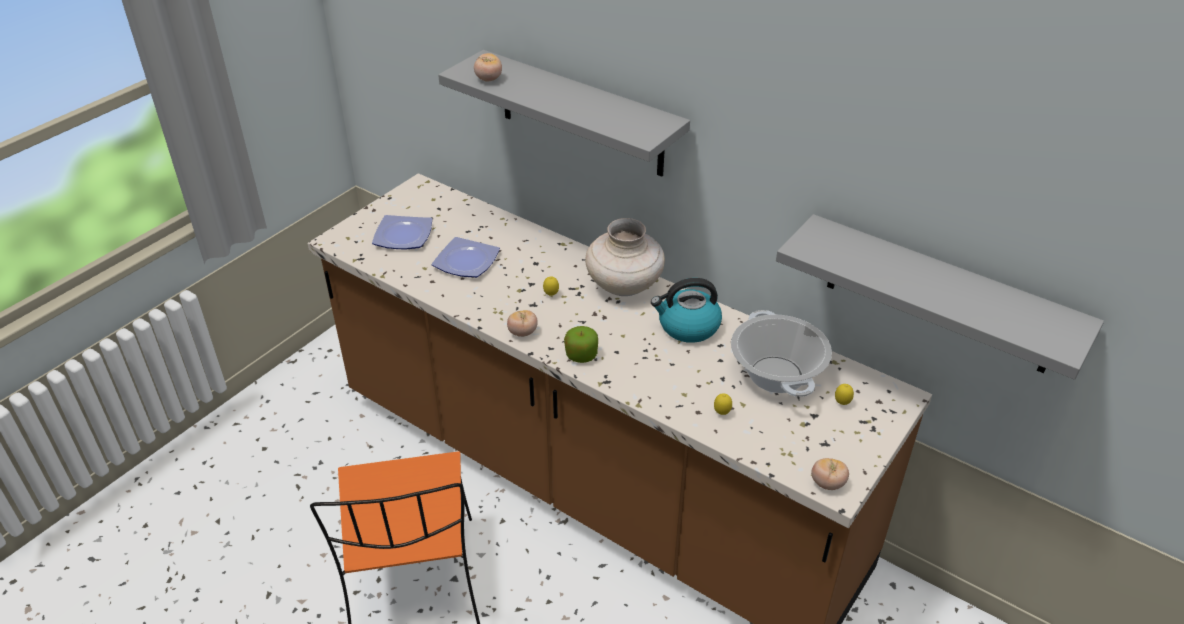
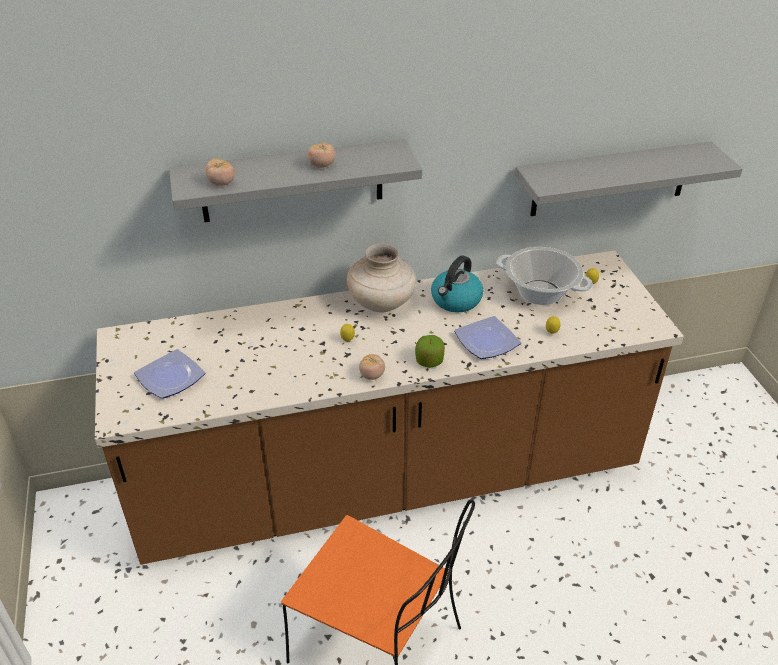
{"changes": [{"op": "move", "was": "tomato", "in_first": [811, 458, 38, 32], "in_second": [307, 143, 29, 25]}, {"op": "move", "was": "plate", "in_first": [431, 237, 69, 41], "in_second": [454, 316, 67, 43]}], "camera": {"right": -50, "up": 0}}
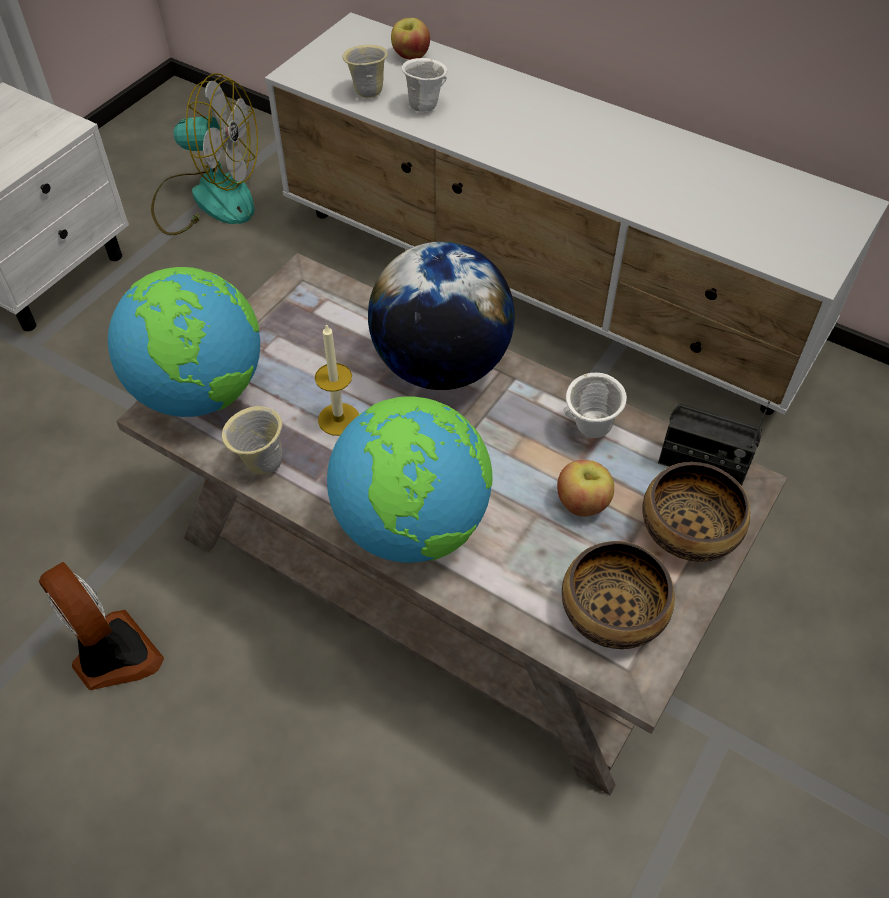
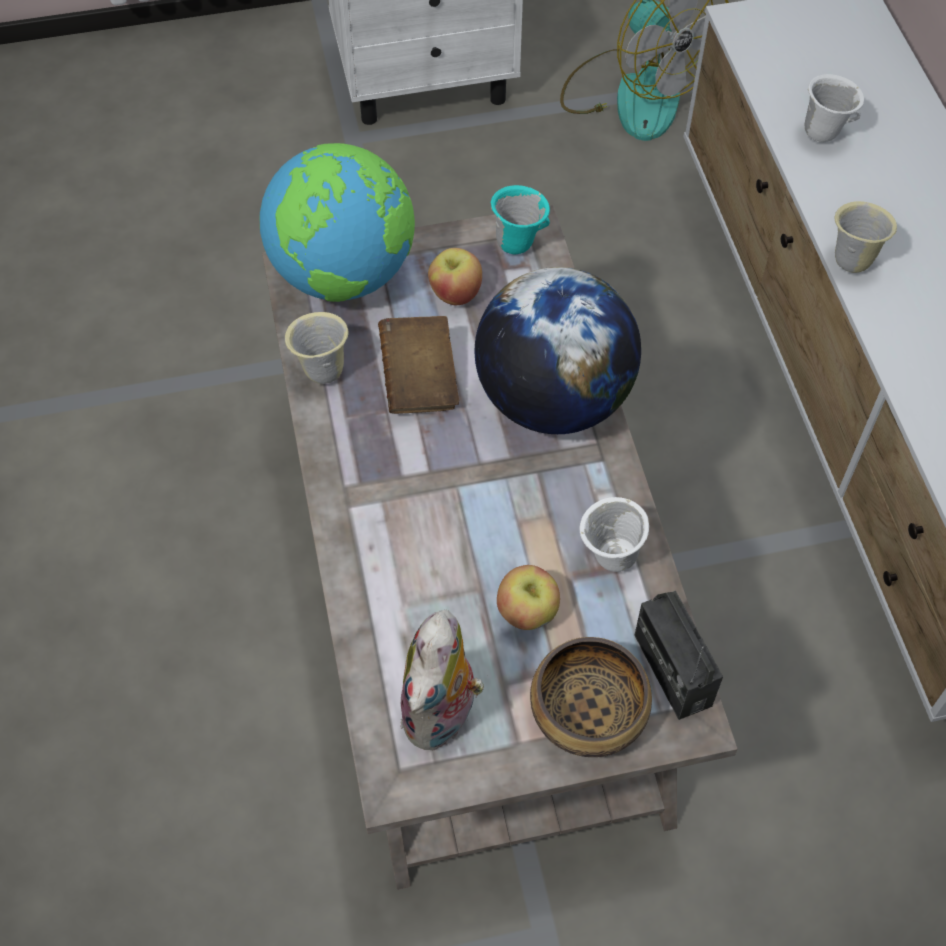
{"changes": [{"op": "replace", "was": "candle", "now": "brown book", "in_first": [315, 323, 44, 113], "in_second": [378, 316, 81, 98]}, {"op": "replace", "was": "bowl", "now": "plush toy", "in_first": [562, 541, 113, 108], "in_second": [400, 610, 84, 141]}, {"op": "move", "was": "apple", "in_first": [391, 18, 39, 42], "in_second": [428, 248, 54, 57]}, {"op": "insert", "now": "turquoise mug", "in_second": [491, 185, 59, 70]}, {"op": "move", "was": "beige mug", "in_first": [342, 45, 46, 53], "in_second": [834, 201, 63, 72]}, {"op": "delete", "was": "fan", "in_first": [39, 562, 125, 128]}, {"op": "delete", "was": "globe", "in_first": [327, 396, 166, 167]}], "camera": {"right": 45, "up": 5}}
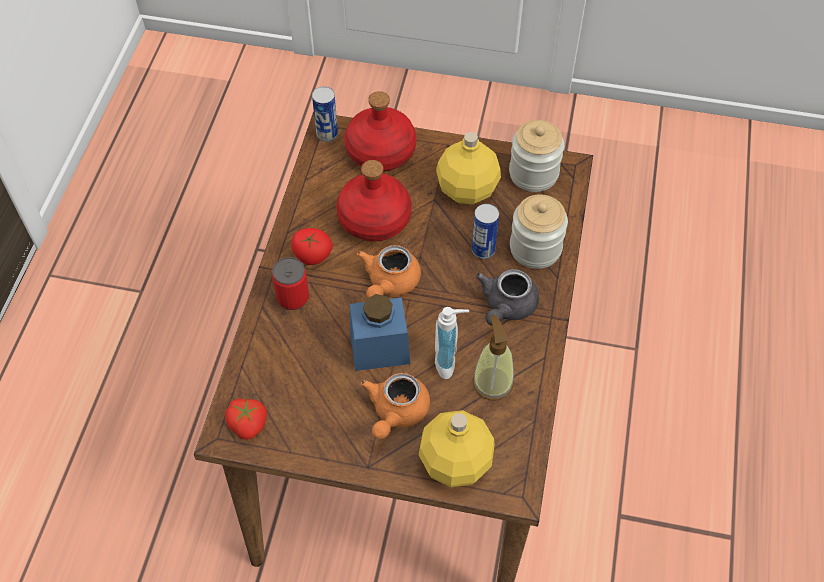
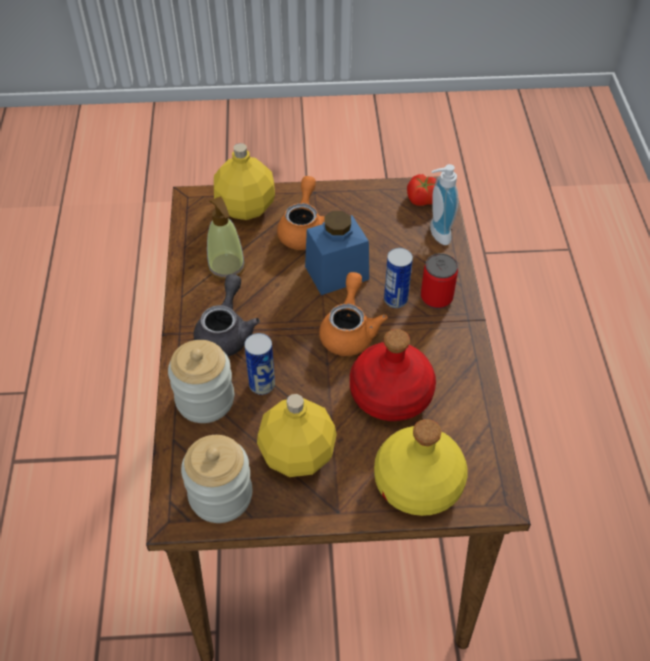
{"changes": [{"op": "recolor", "was": "red bottle", "now": "yellow bottle", "in_first": [344, 91, 72, 81], "in_second": [374, 419, 94, 97]}, {"op": "move", "was": "can", "in_first": [312, 87, 26, 55], "in_second": [384, 248, 29, 60]}, {"op": "move", "was": "soap dispenser", "in_first": [435, 307, 34, 72], "in_second": [430, 164, 28, 81]}, {"op": "delete", "was": "tomato", "in_first": [291, 228, 42, 37]}], "camera": {"right": 165, "up": -5}}
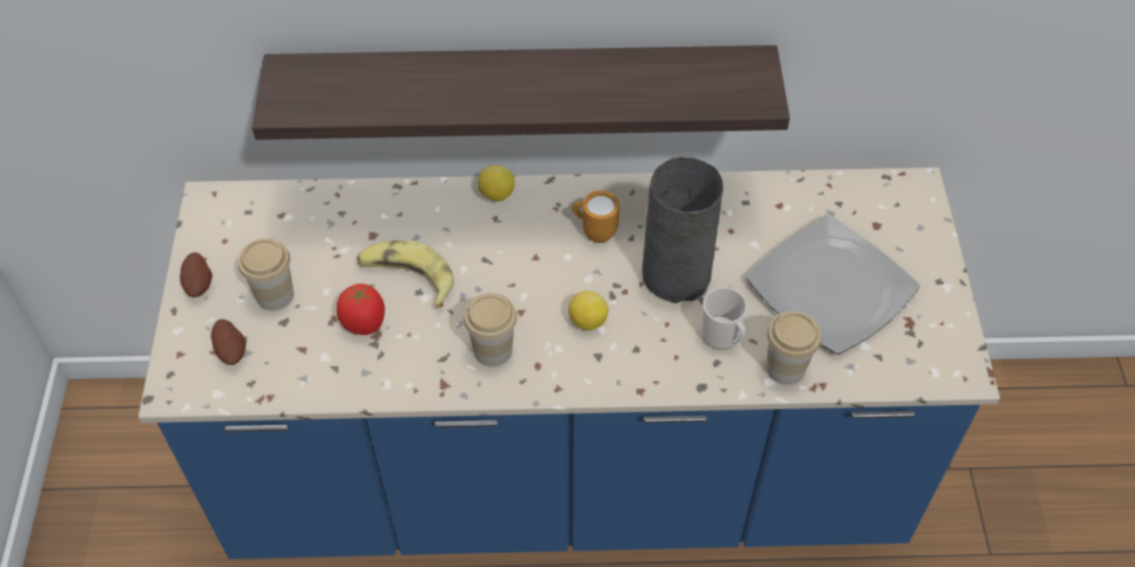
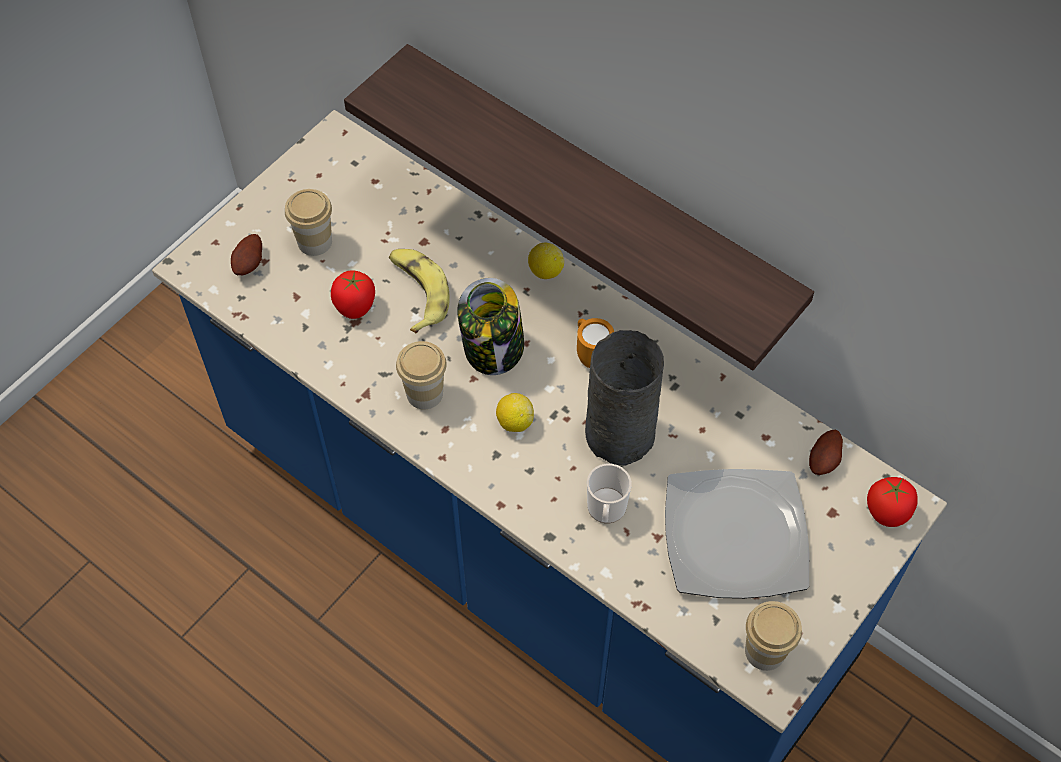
{"changes": [{"op": "insert", "now": "jar", "in_second": [457, 278, 67, 97]}, {"op": "move", "was": "cup", "in_first": [766, 311, 55, 74], "in_second": [745, 601, 57, 70]}, {"op": "move", "was": "potato", "in_first": [180, 252, 32, 45], "in_second": [809, 430, 34, 45]}, {"op": "insert", "now": "tomato", "in_second": [867, 477, 51, 50]}], "camera": {"right": 40, "up": 5}}
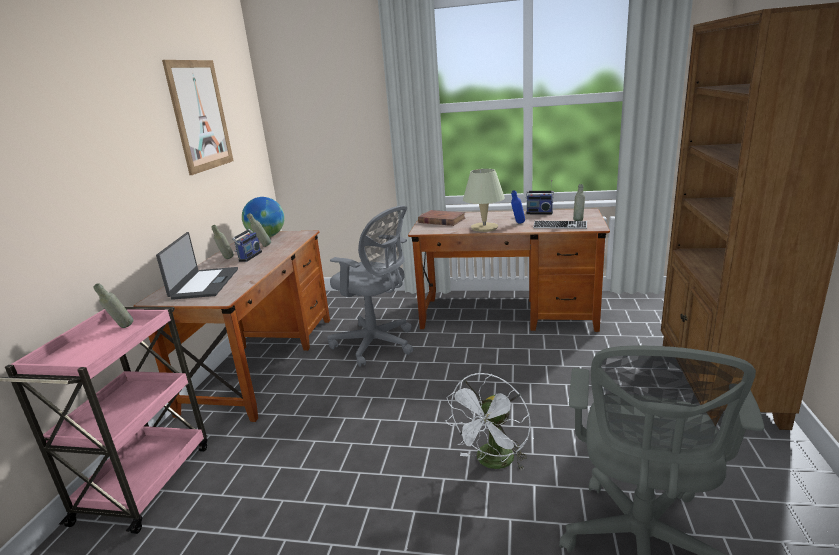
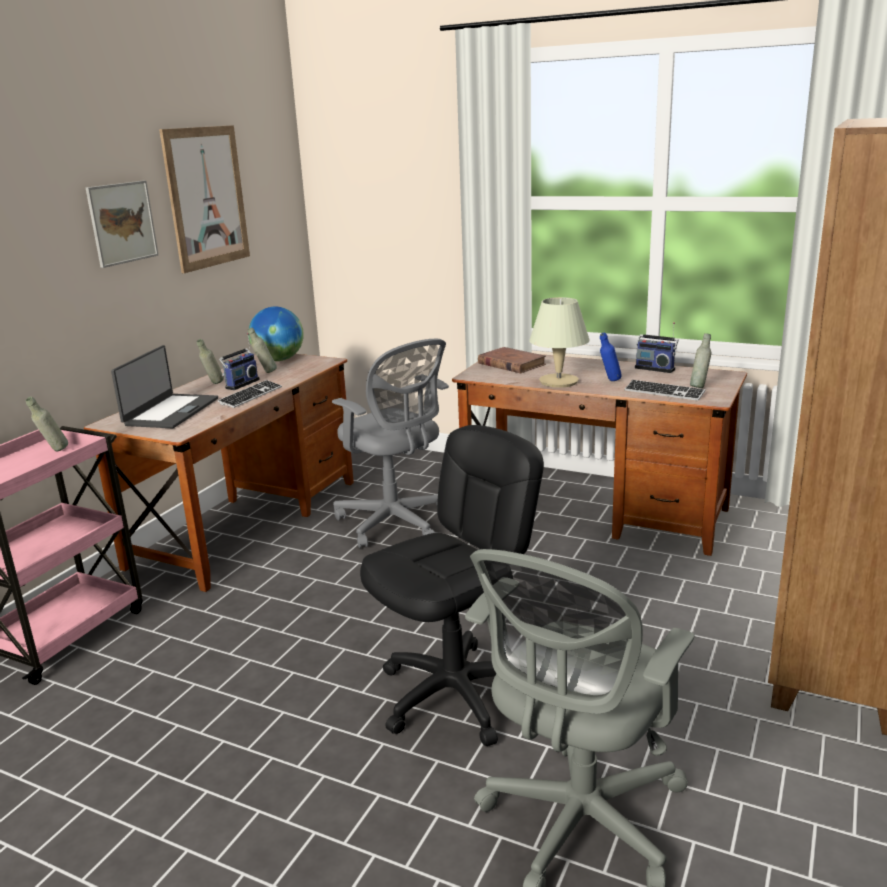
{"changes": [{"op": "insert", "now": "picture", "in_second": [86, 180, 72, 88]}, {"op": "insert", "now": "keyboard", "in_second": [218, 380, 64, 28]}, {"op": "replace", "was": "white fan", "now": "black office chair", "in_first": [445, 373, 86, 98], "in_second": [360, 425, 184, 321]}], "camera": {"right": 15, "up": 0}}
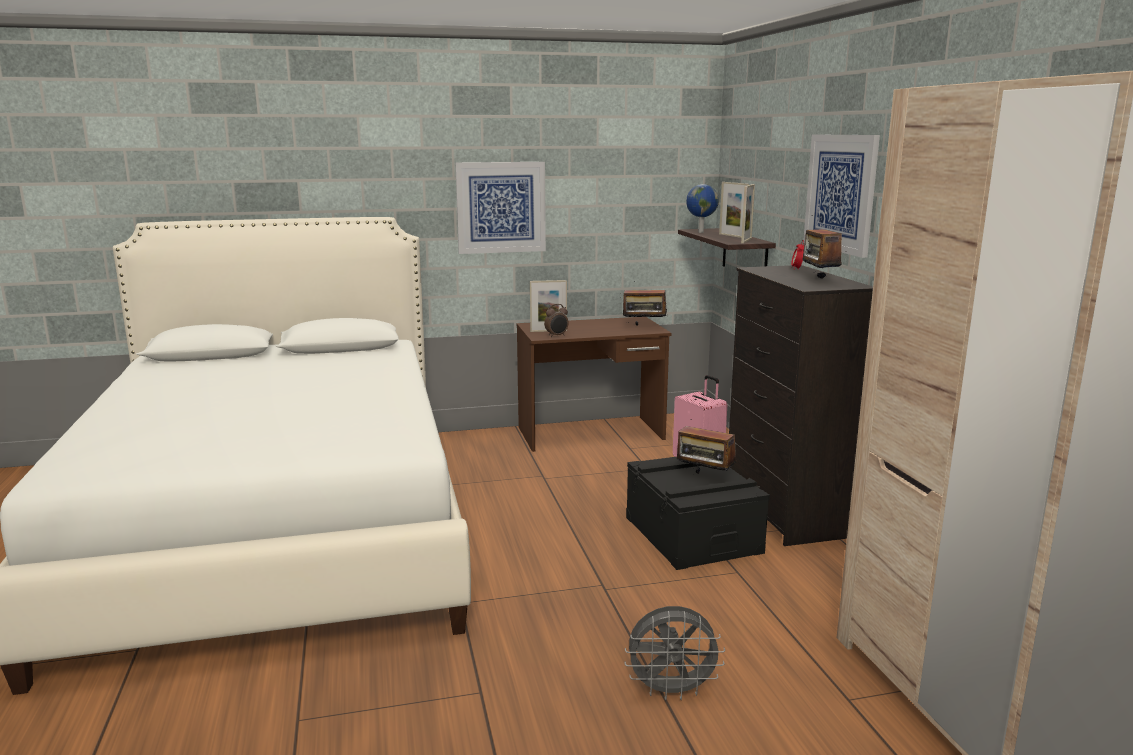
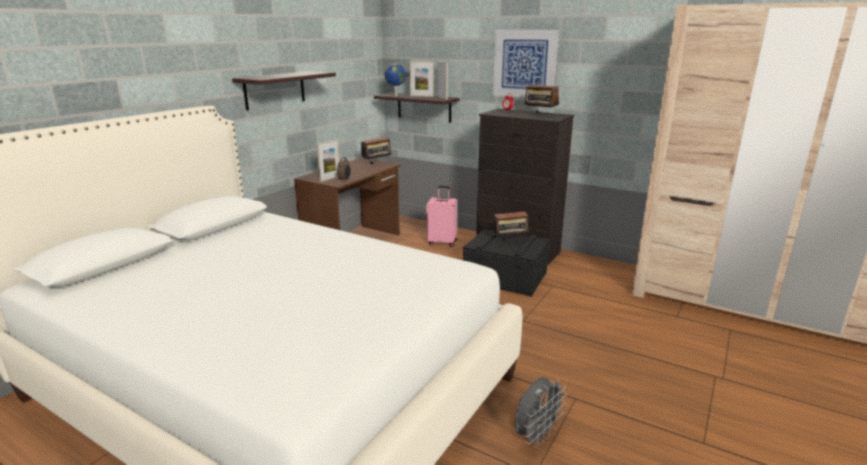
{"changes": [{"op": "replace", "was": "picture", "now": "shelf", "in_first": [455, 162, 91, 92], "in_second": [232, 71, 104, 39]}, {"op": "move", "was": "grey fan", "in_first": [624, 606, 101, 94], "in_second": [515, 377, 52, 71]}], "camera": {"right": -45, "up": 5}}
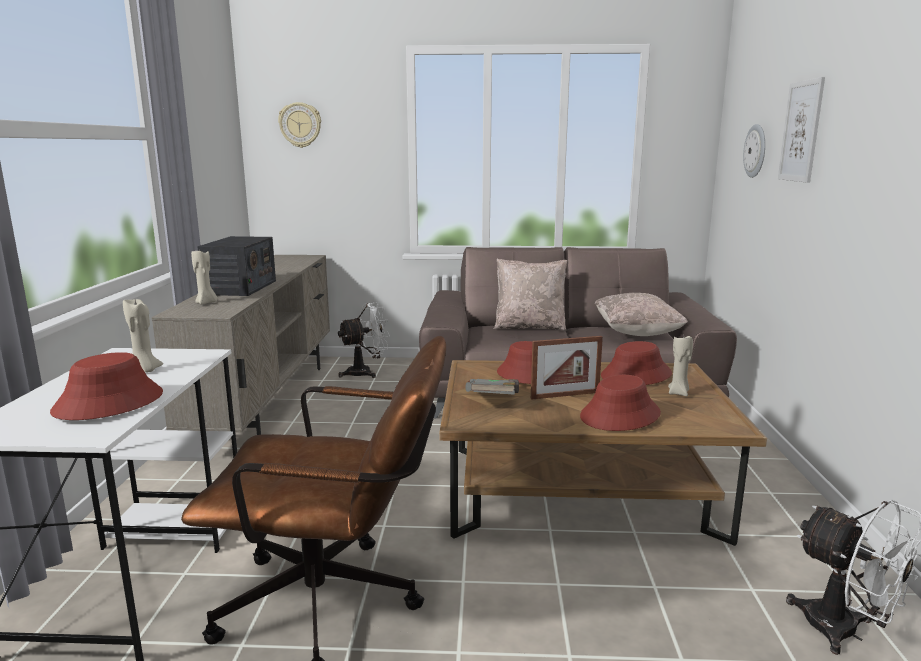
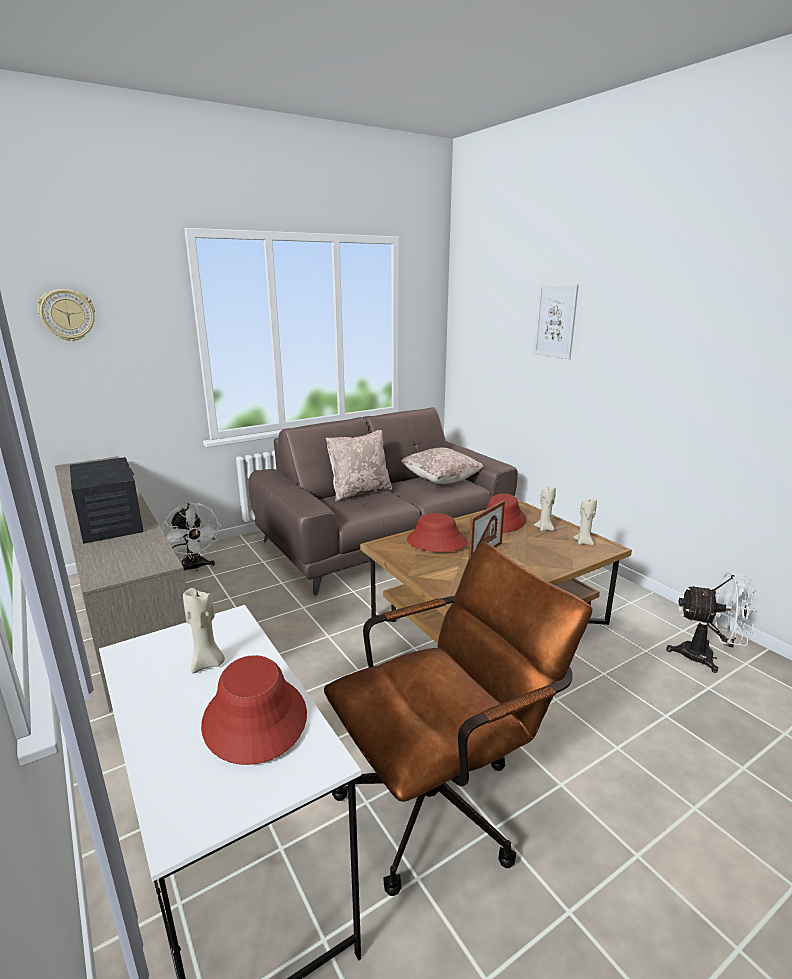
{"changes": [{"op": "rotate", "was": "white fan", "in_first": [337, 303, 53, 75], "in_second": [162, 503, 59, 68], "clockwise": 120}, {"op": "move", "was": "beige candle", "in_first": [191, 251, 27, 54], "in_second": [573, 498, 24, 47]}, {"op": "delete", "was": "grey book", "in_first": [465, 379, 54, 16]}, {"op": "delete", "was": "red hat", "in_first": [580, 375, 81, 56]}, {"op": "delete", "was": "wall clock", "in_first": [743, 124, 22, 54]}], "camera": {"right": -35, "up": 5}}
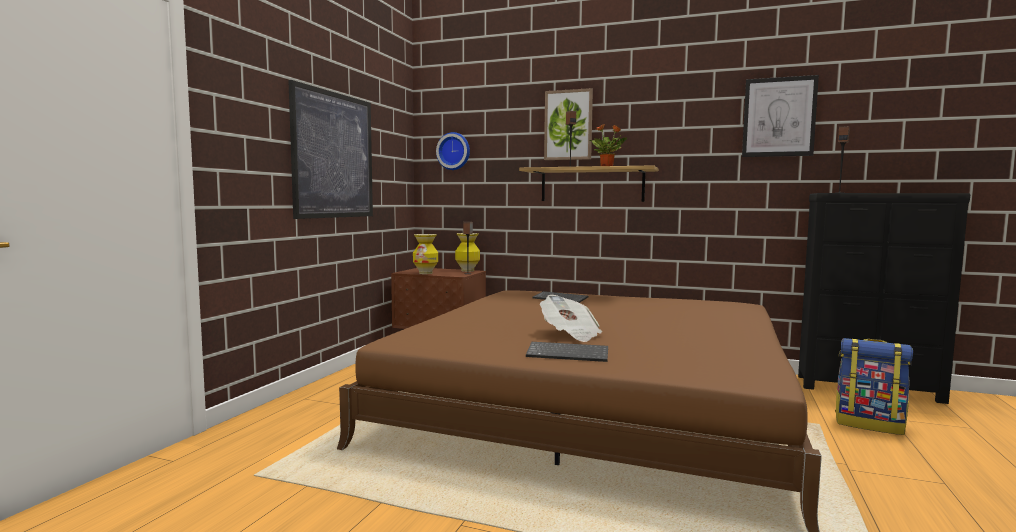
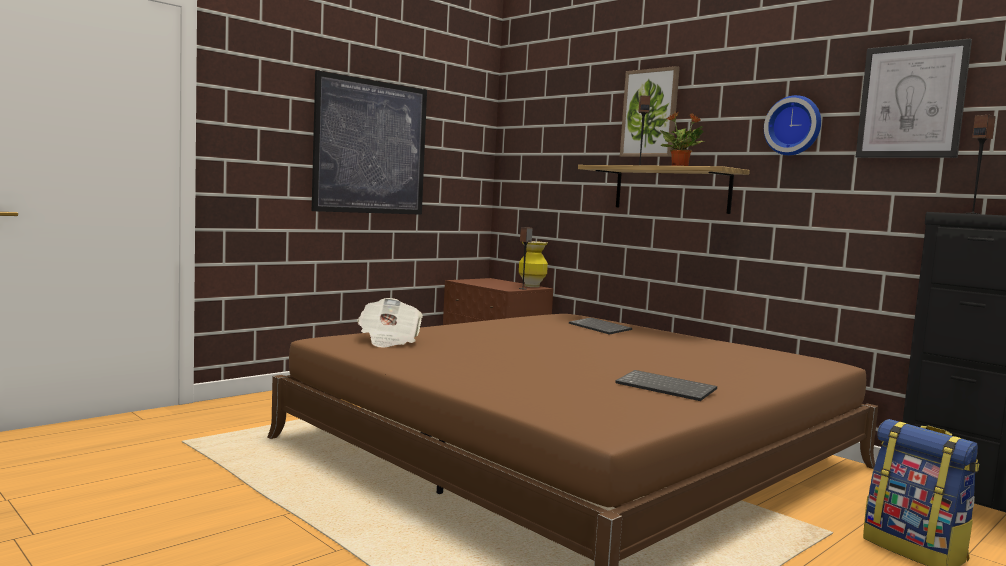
{"changes": [{"op": "move", "was": "newspaper", "in_first": [540, 295, 62, 47], "in_second": [357, 298, 66, 50]}, {"op": "move", "was": "keyboard", "in_first": [526, 342, 82, 20], "in_second": [615, 370, 102, 31]}, {"op": "move", "was": "wall clock", "in_first": [436, 132, 34, 38], "in_second": [764, 95, 57, 60]}, {"op": "delete", "was": "vase", "in_first": [413, 234, 25, 40]}], "camera": {"right": 25, "up": 0}}
